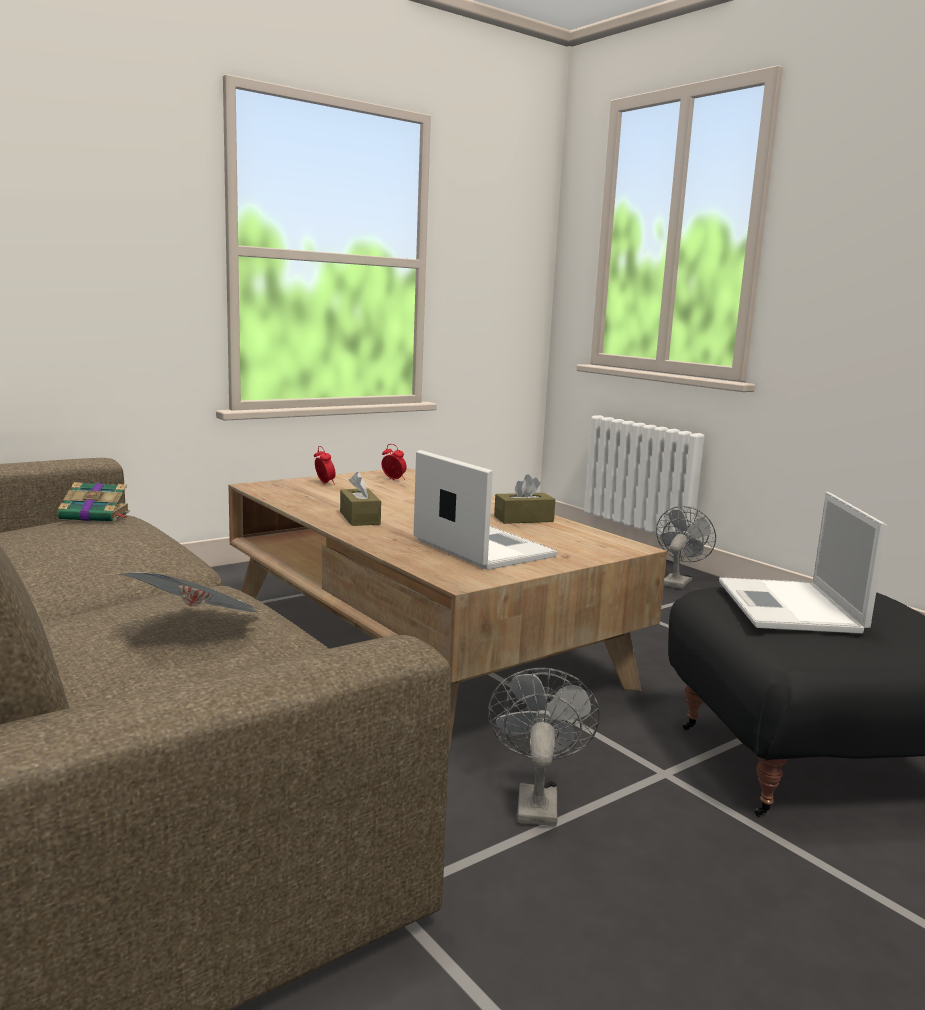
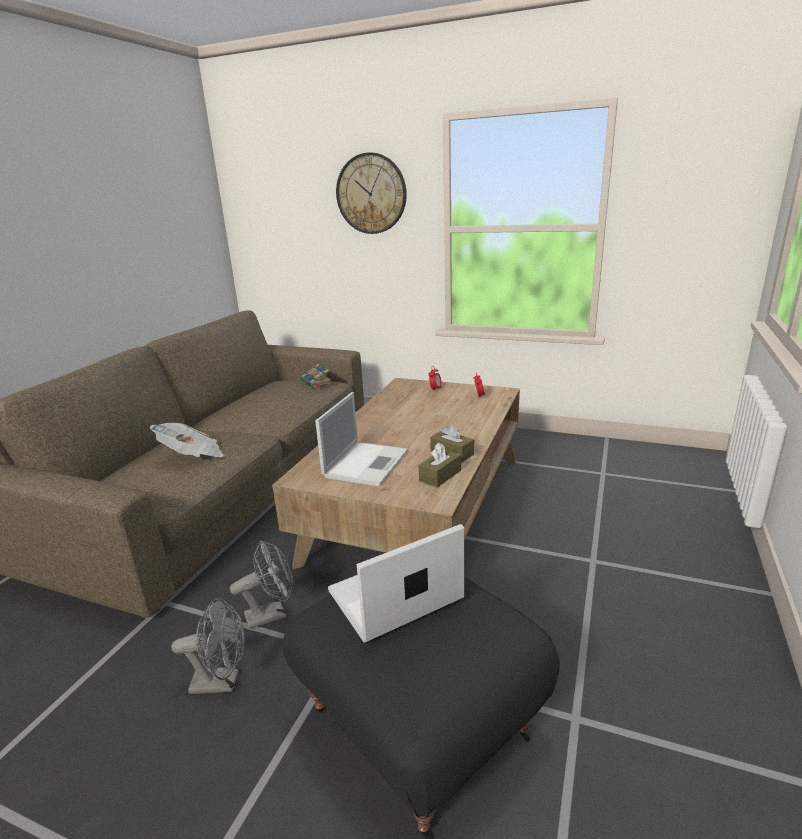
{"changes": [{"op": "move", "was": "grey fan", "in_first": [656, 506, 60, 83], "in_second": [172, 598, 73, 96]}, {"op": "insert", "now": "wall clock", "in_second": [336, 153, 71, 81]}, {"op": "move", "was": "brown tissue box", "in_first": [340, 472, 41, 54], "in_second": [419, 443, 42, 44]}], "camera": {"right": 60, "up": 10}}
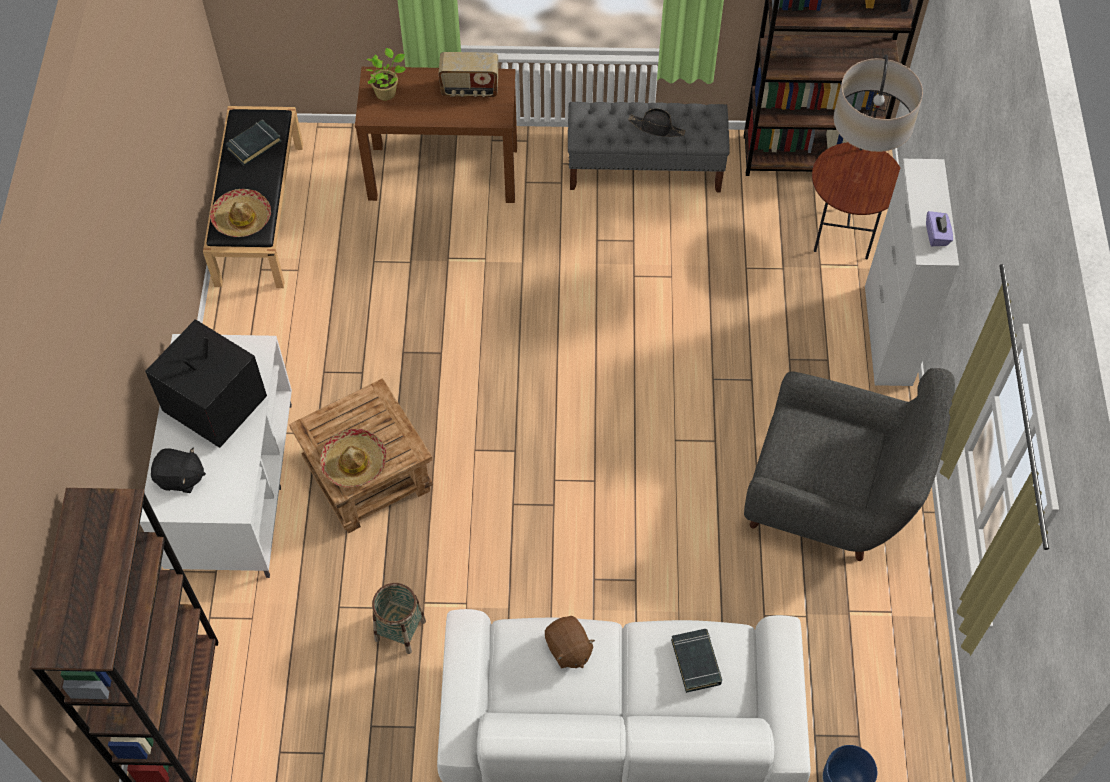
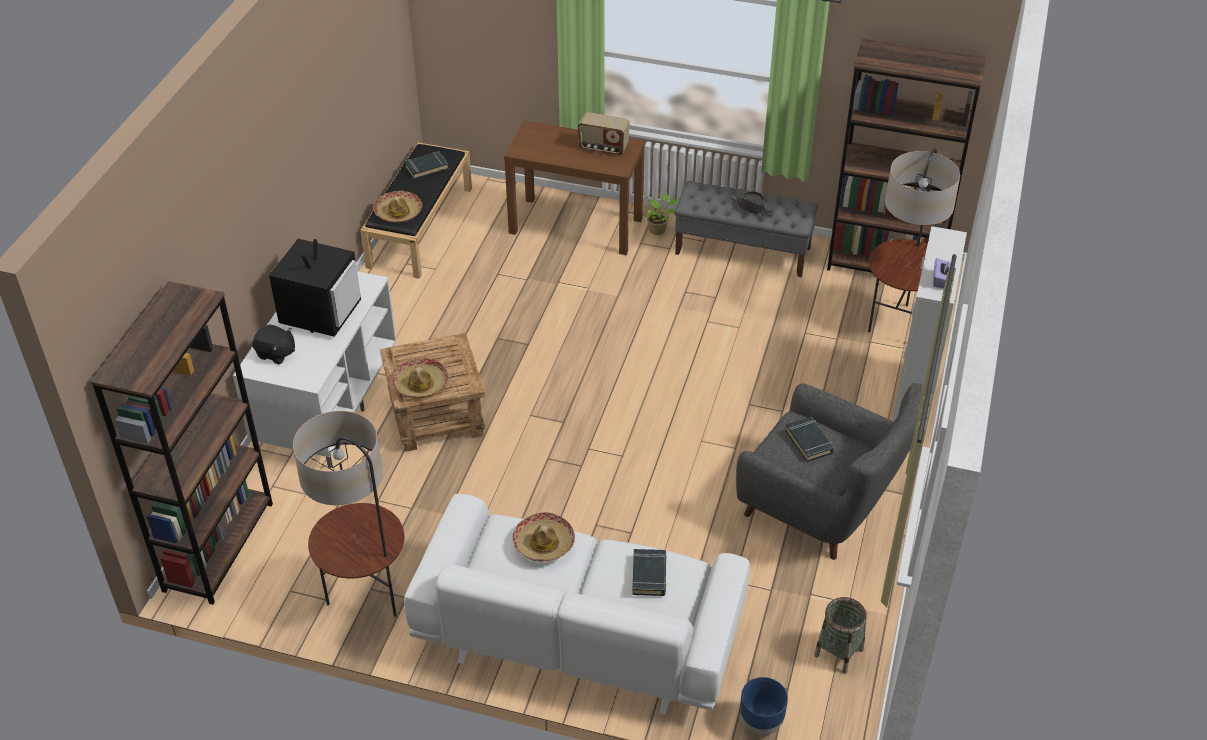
{"changes": [{"op": "rotate", "was": "television", "in_first": [145, 319, 122, 129], "in_second": [269, 239, 92, 98], "clockwise": 150}, {"op": "insert", "now": "floor lamp", "in_second": [293, 411, 111, 206]}, {"op": "replace", "was": "brown plush toy", "now": "hat", "in_first": [545, 616, 50, 53], "in_second": [513, 512, 62, 50]}, {"op": "move", "was": "potted plant", "in_first": [366, 48, 40, 52], "in_second": [645, 194, 32, 41]}, {"op": "insert", "now": "black book", "in_second": [785, 417, 49, 45]}, {"op": "move", "was": "basket", "in_first": [372, 583, 54, 71], "in_second": [814, 597, 53, 77]}], "camera": {"right": 15, "up": -15}}
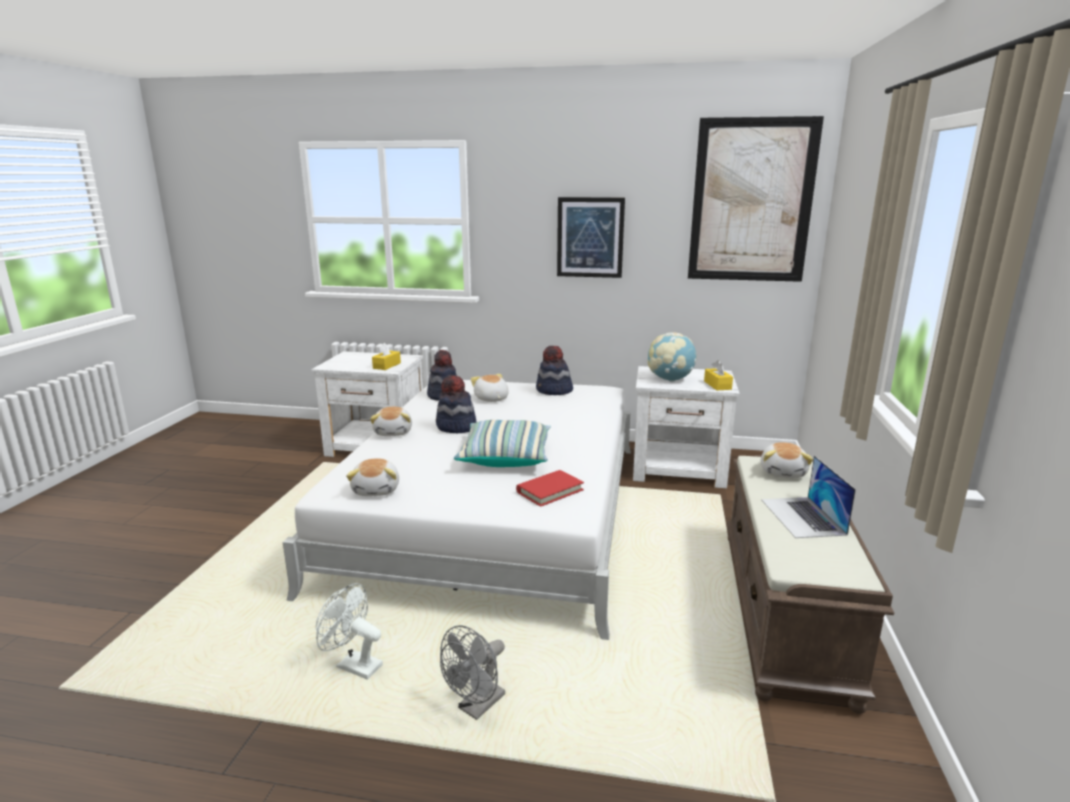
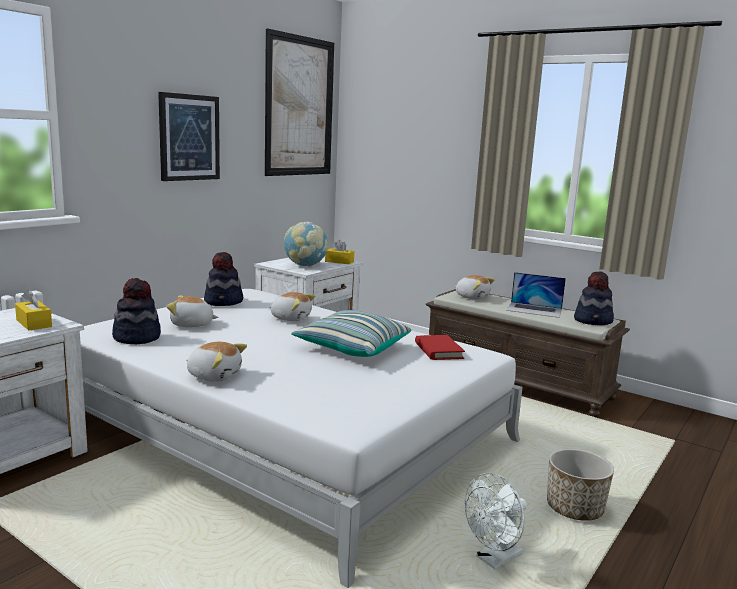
{"changes": [{"op": "move", "was": "plush toy", "in_first": [346, 458, 53, 38], "in_second": [269, 292, 46, 29]}, {"op": "replace", "was": "grey fan", "now": "planter", "in_first": [440, 625, 65, 95], "in_second": [547, 448, 67, 73]}, {"op": "move", "was": "hat", "in_first": [436, 375, 40, 58], "in_second": [574, 271, 40, 54]}], "camera": {"right": -65, "up": -5}}
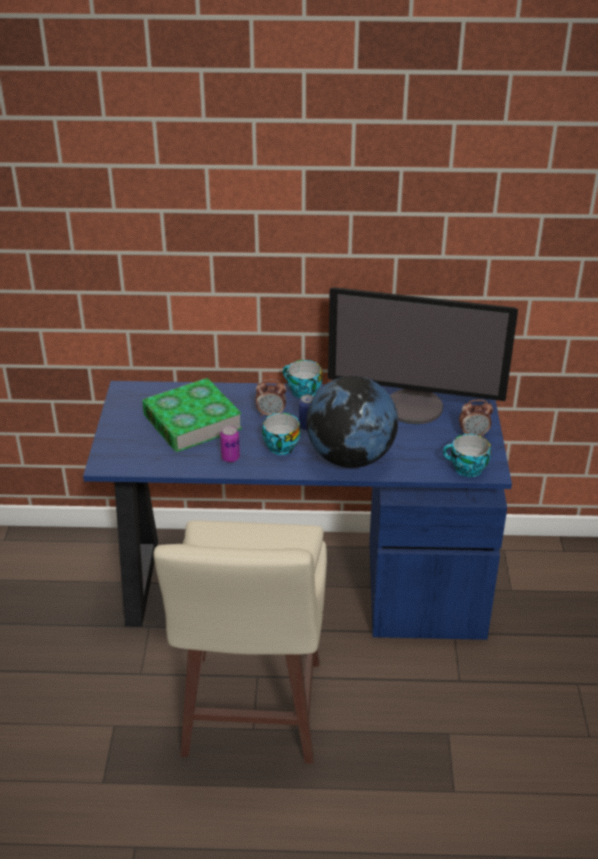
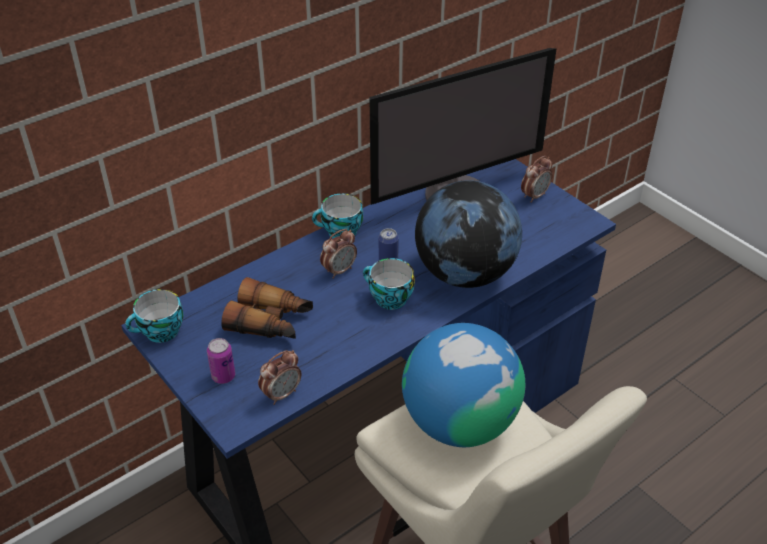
{"changes": [{"op": "move", "was": "cup", "in_first": [443, 434, 48, 43], "in_second": [125, 289, 58, 54]}, {"op": "move", "was": "can", "in_first": [220, 425, 20, 37], "in_second": [207, 338, 28, 46]}, {"op": "replace", "was": "book", "now": "binoculars", "in_first": [142, 378, 100, 74], "in_second": [221, 277, 92, 62]}, {"op": "insert", "now": "alarm clock", "in_second": [258, 350, 43, 55]}, {"op": "insert", "now": "globe", "in_second": [402, 323, 123, 124]}], "camera": {"right": -40, "up": 5}}
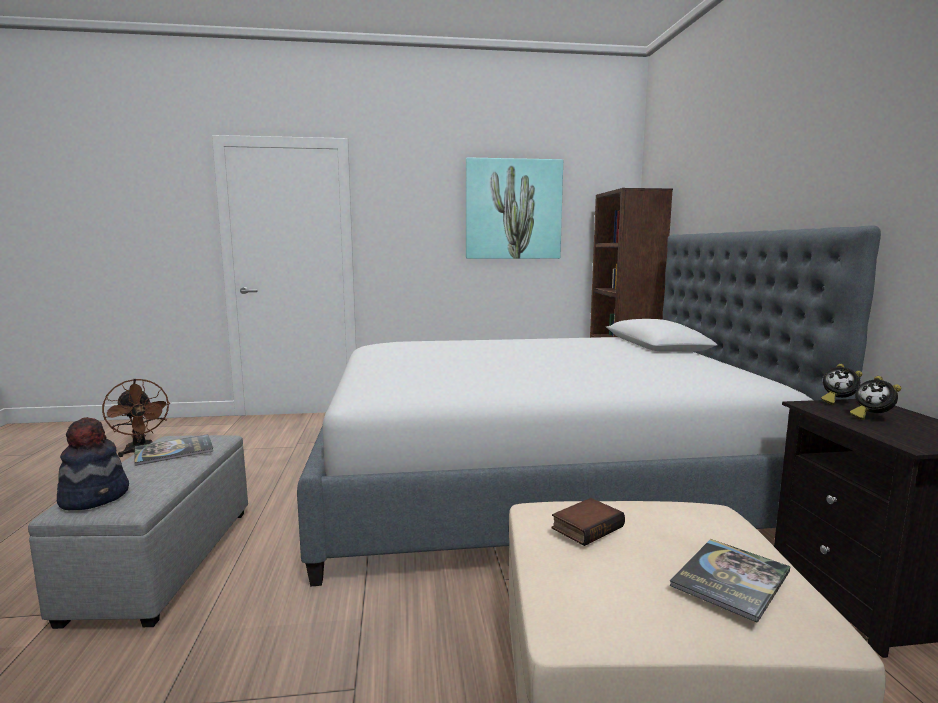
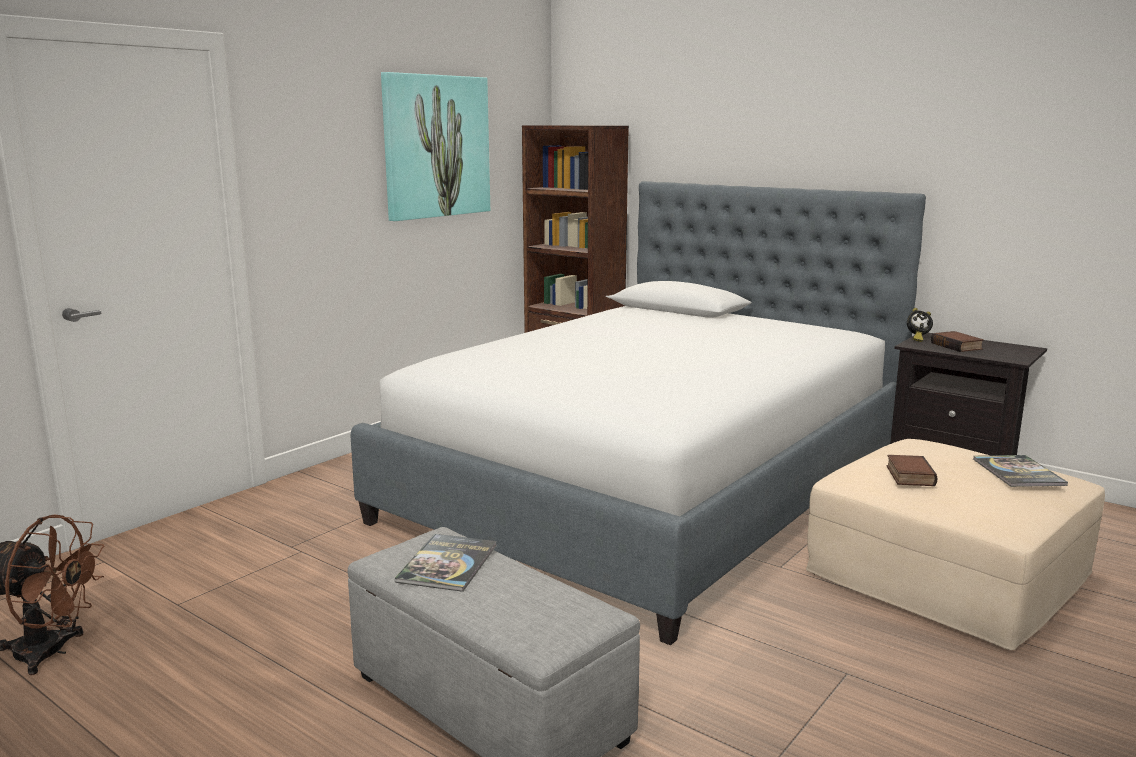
{"changes": [{"op": "replace", "was": "alarm clock", "now": "book", "in_first": [850, 376, 52, 44], "in_second": [931, 331, 53, 21]}, {"op": "delete", "was": "hat", "in_first": [57, 417, 72, 93]}], "camera": {"right": -45, "up": 5}}
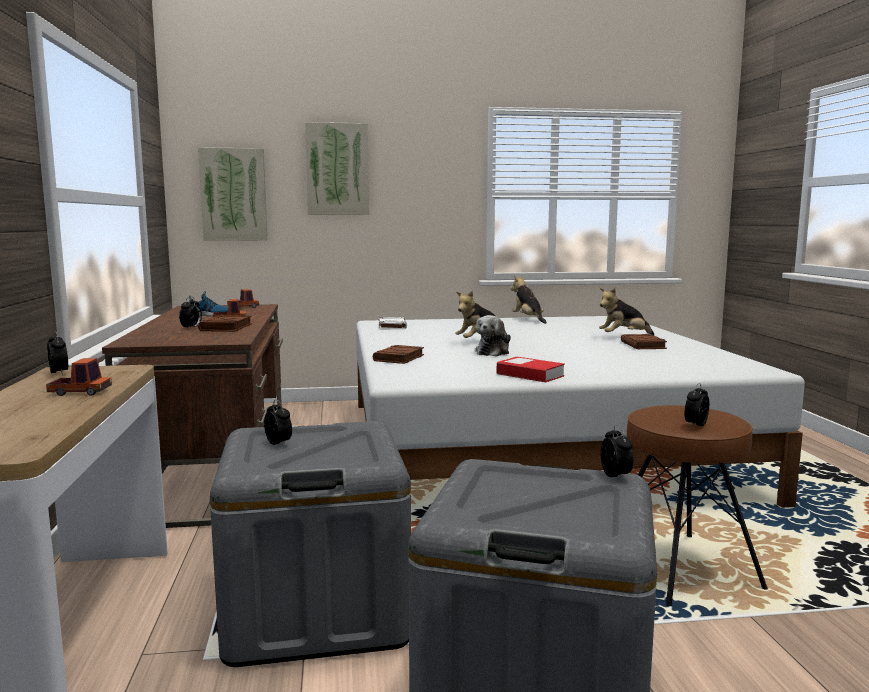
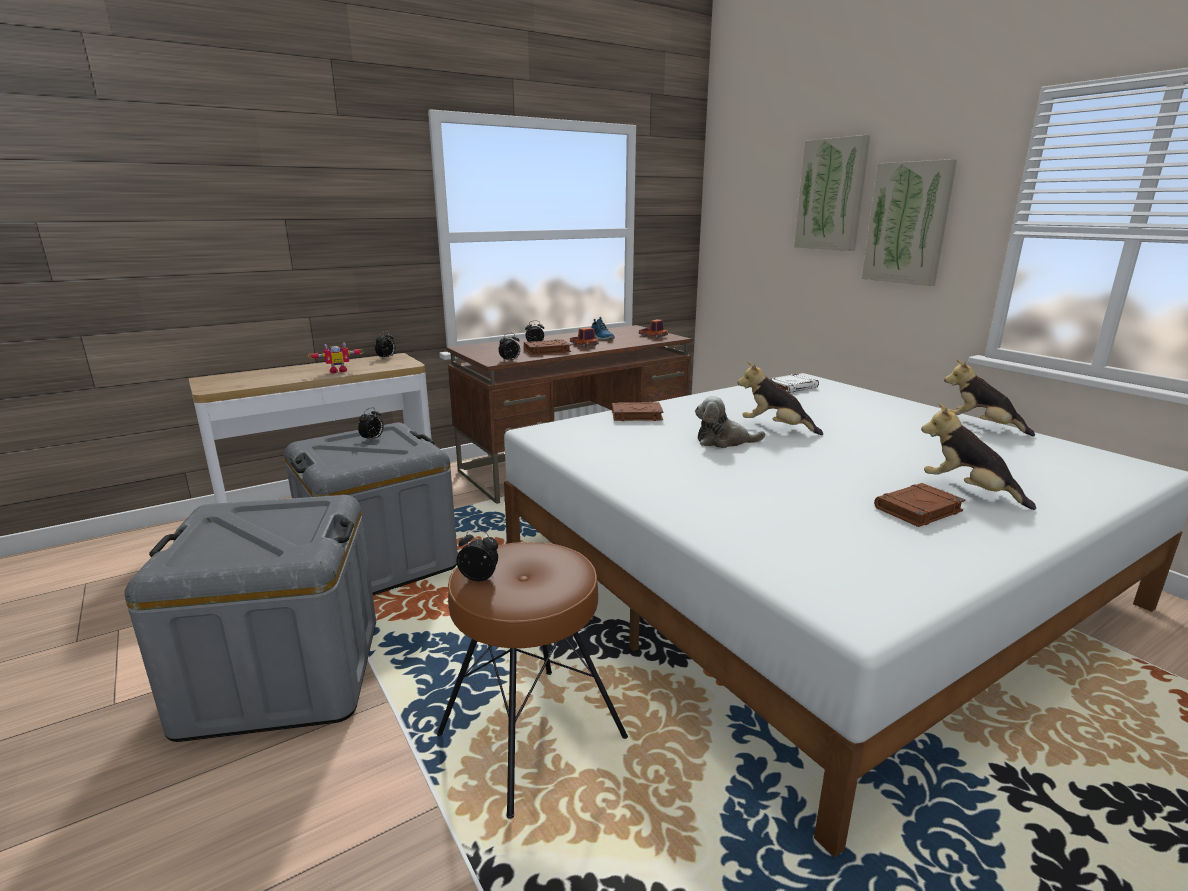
{"changes": [{"op": "replace", "was": "toy truck", "now": "toy robot", "in_first": [46, 358, 66, 38], "in_second": [308, 342, 56, 31]}, {"op": "move", "was": "alarm clock", "in_first": [601, 425, 32, 57], "in_second": [499, 333, 21, 28]}, {"op": "move", "was": "picture", "in_first": [198, 147, 69, 94], "in_second": [862, 159, 95, 127]}, {"op": "rotate", "was": "plush toy", "in_first": [510, 275, 37, 49], "in_second": [944, 359, 91, 77], "clockwise": -90}, {"op": "delete", "was": "book", "in_first": [497, 357, 68, 25]}], "camera": {"right": 65, "up": 10}}
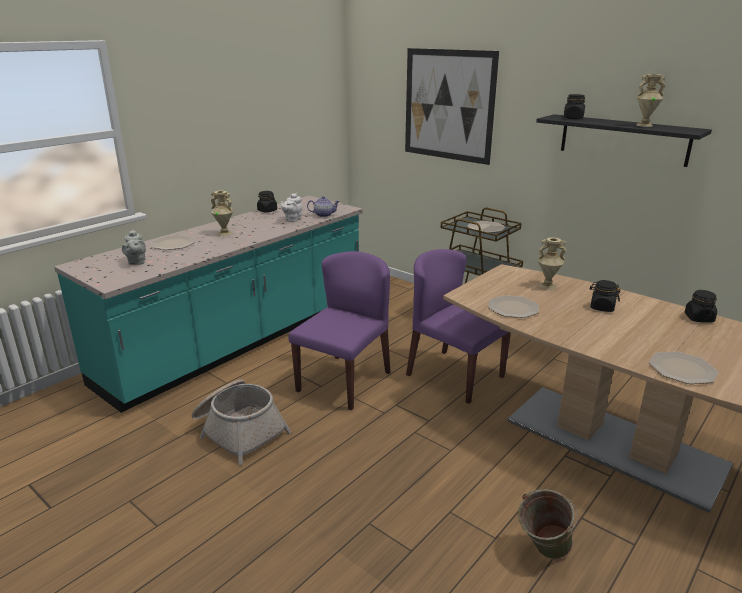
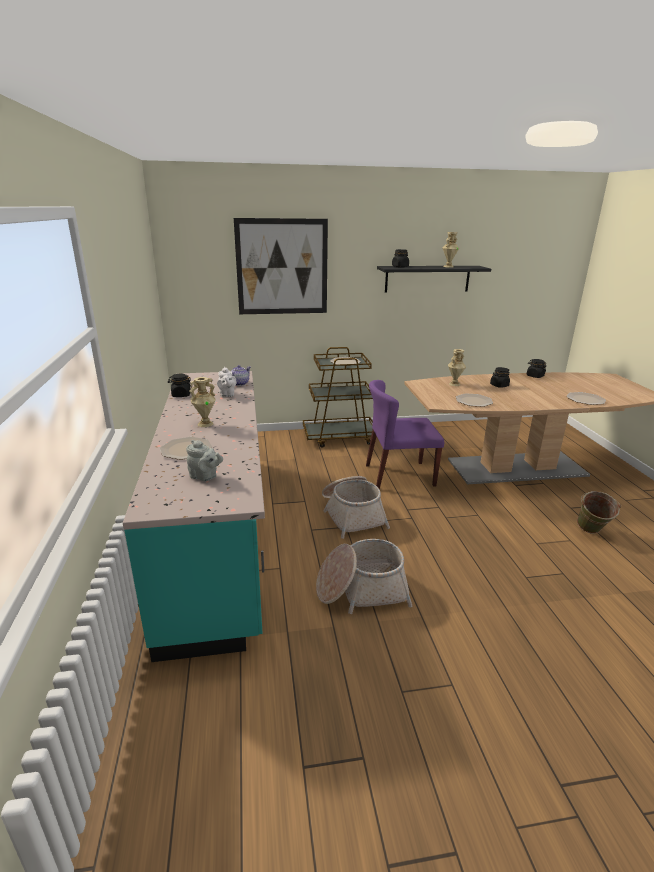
{"changes": [{"op": "replace", "was": "purple chair", "now": "basket", "in_first": [288, 251, 102, 159], "in_second": [322, 476, 68, 63]}], "camera": {"right": -50, "up": 0}}
